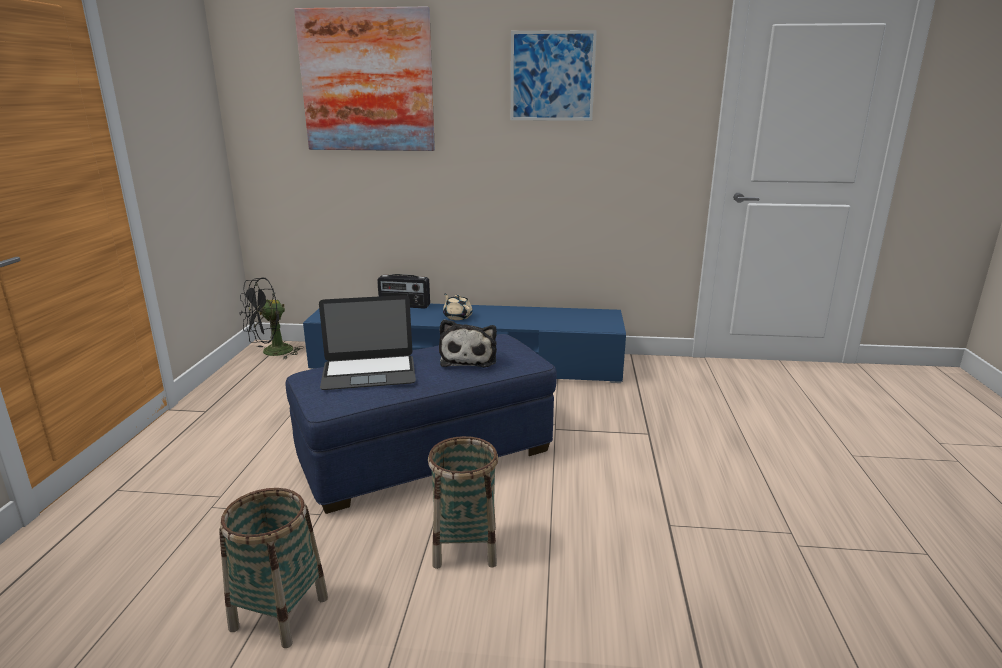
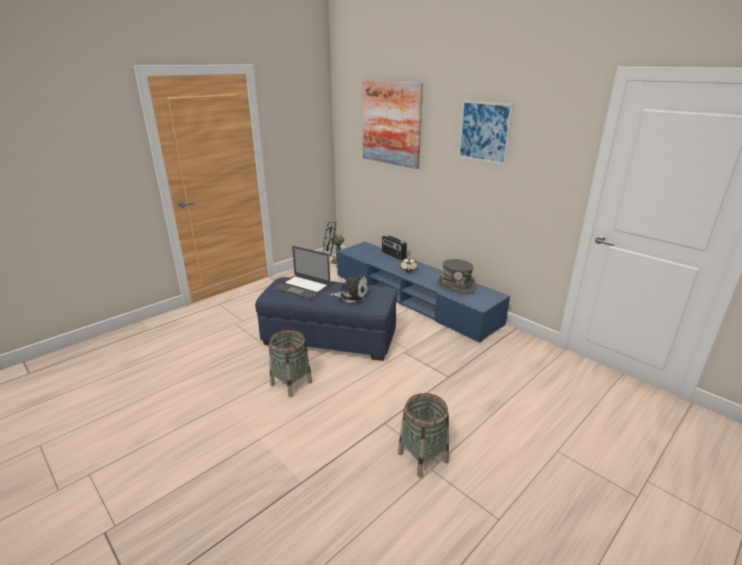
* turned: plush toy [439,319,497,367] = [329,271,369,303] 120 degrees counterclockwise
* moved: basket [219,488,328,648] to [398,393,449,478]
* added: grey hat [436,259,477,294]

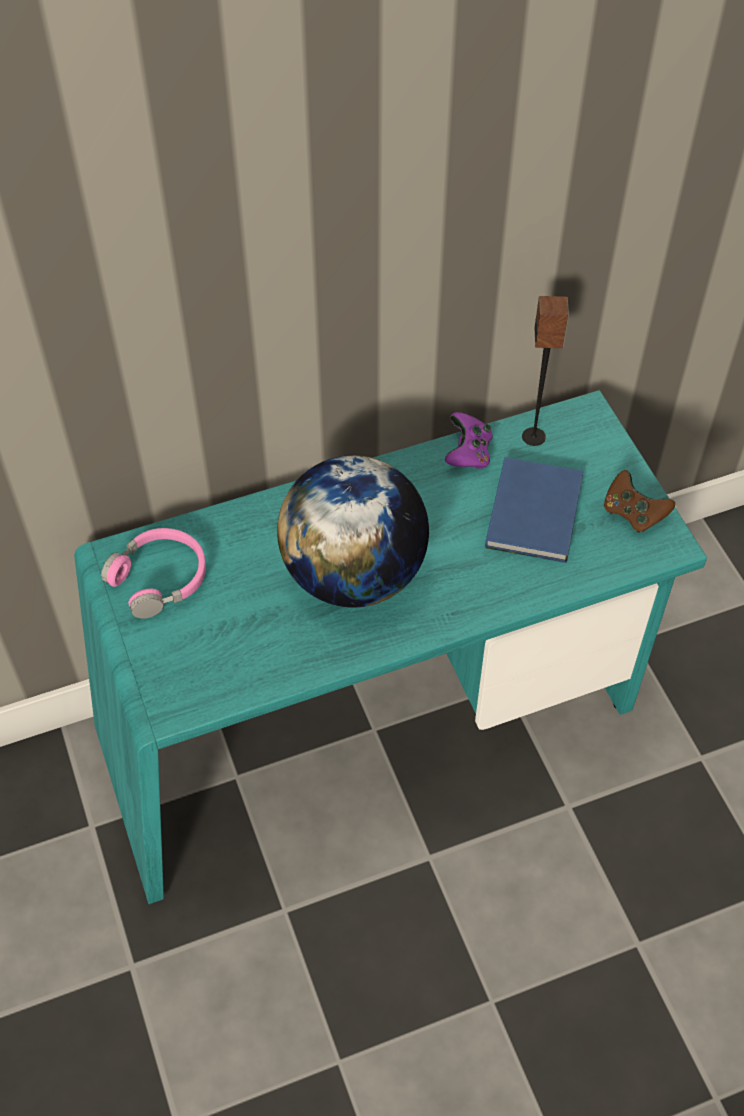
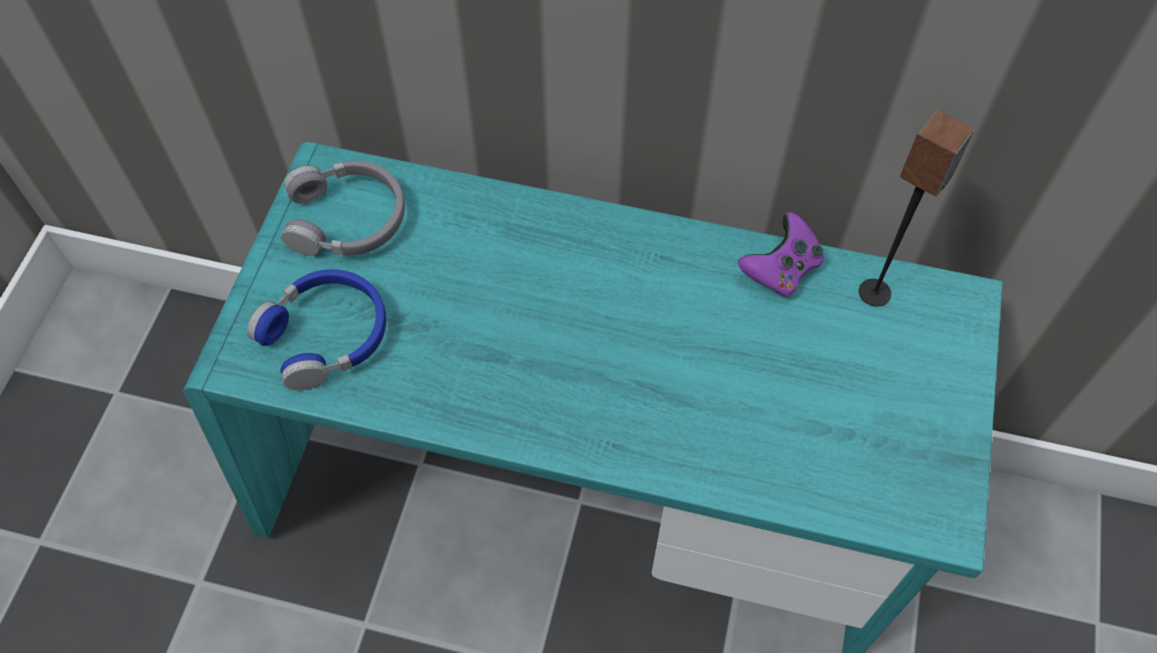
* added: blue headphones [247,269,386,390]
* recoloured: pink headphones [101,528,206,619] to grey headphones [281,161,405,256]
* removed: globe [277,455,429,608]
* removed: blue book [485,457,583,563]
* removed: brown game controller [604,470,675,533]

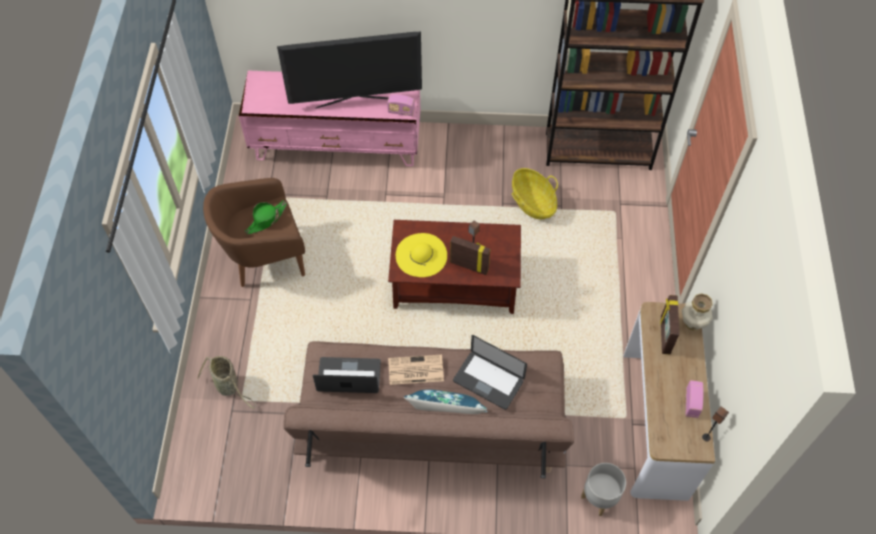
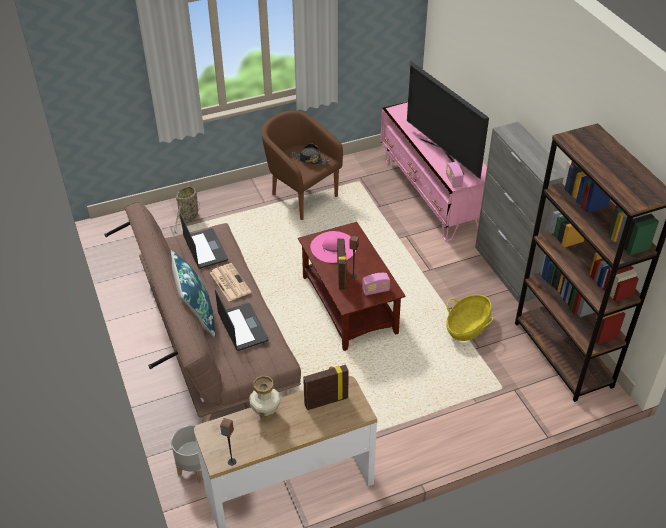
* turned: laptop [453,335,527,410] = [215,289,269,351] 150 degrees clockwise
* moved: vase [682,293,713,331] to [249,376,280,419]
* recoloured: green hat [245,200,287,234] to black hat [290,144,331,165]
* recoloured: yellow hat [396,233,447,277] to pink hat [310,231,356,263]
* moved: radio [686,380,703,418] to [362,273,390,296]
* added: grey cabinet [475,122,565,303]

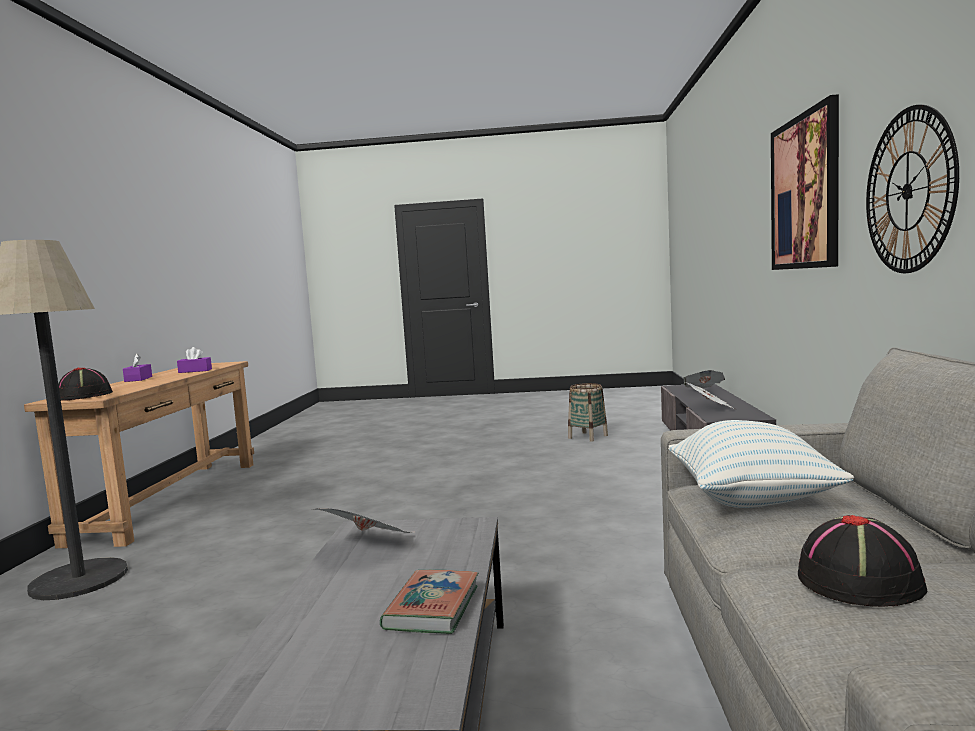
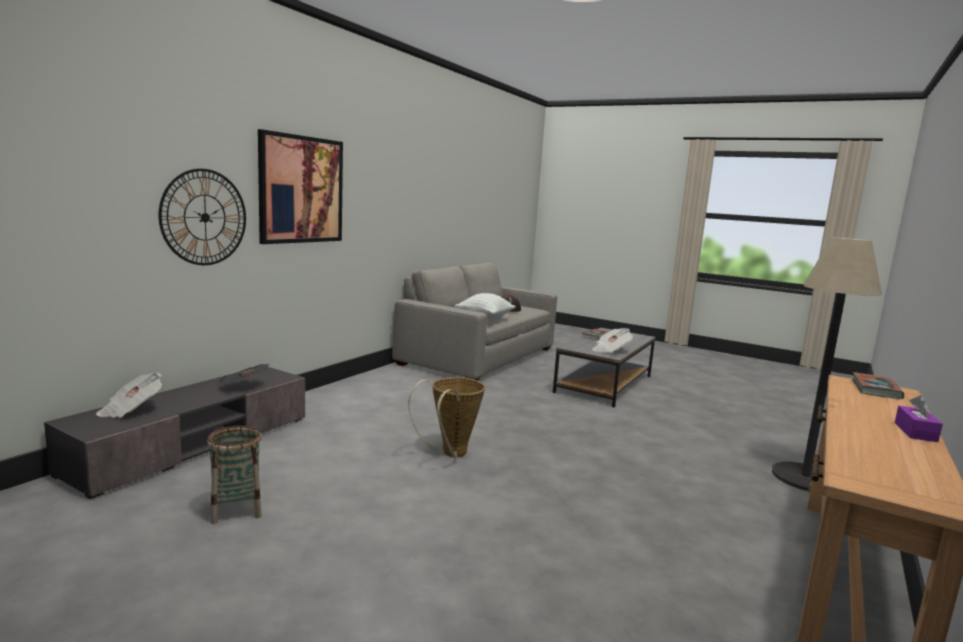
* moved: wall clock [866,105,959,273] to [159,169,246,265]
* added: basket [408,377,485,458]
* replaced: black hat [58,368,113,401] to book [852,372,904,399]
* removed: purple tissue box [177,347,212,373]

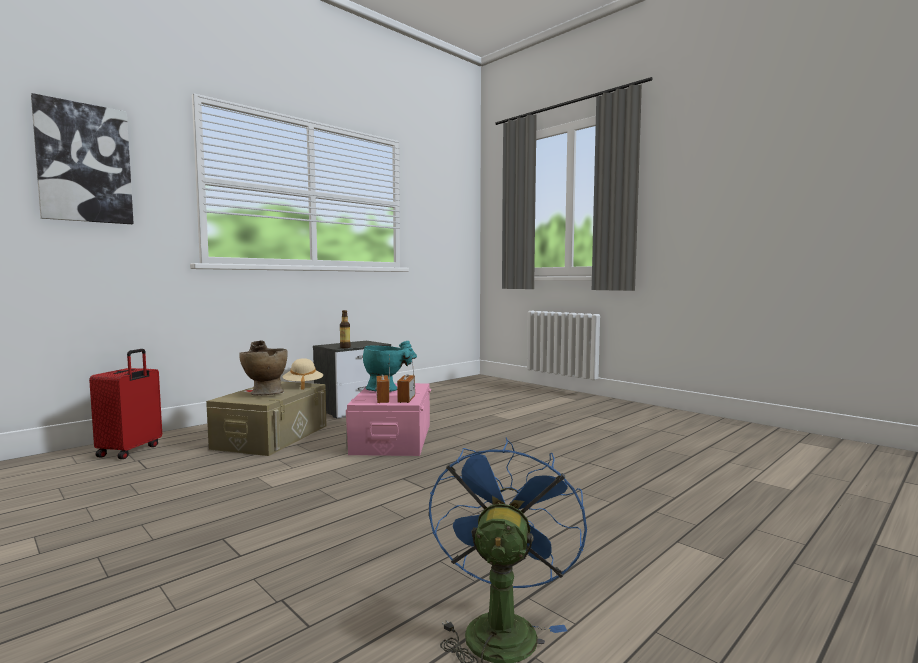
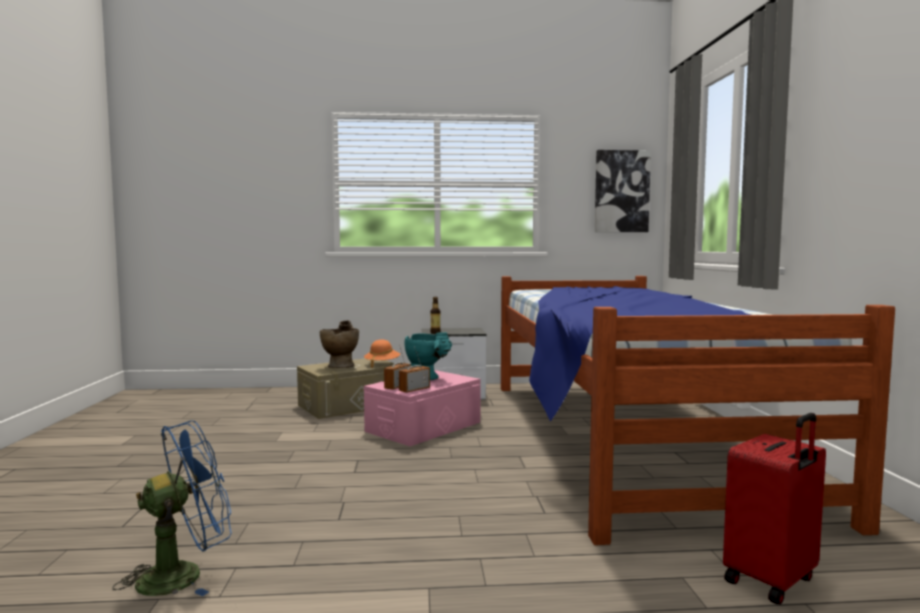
* recoloured: beige hat [283,358,323,390] to orange hat [364,340,400,368]
* added: bed [501,276,895,545]
* moved: picture [31,93,134,224] to [595,150,651,232]
* moved: red suitcase [89,349,162,459] to [723,413,826,605]

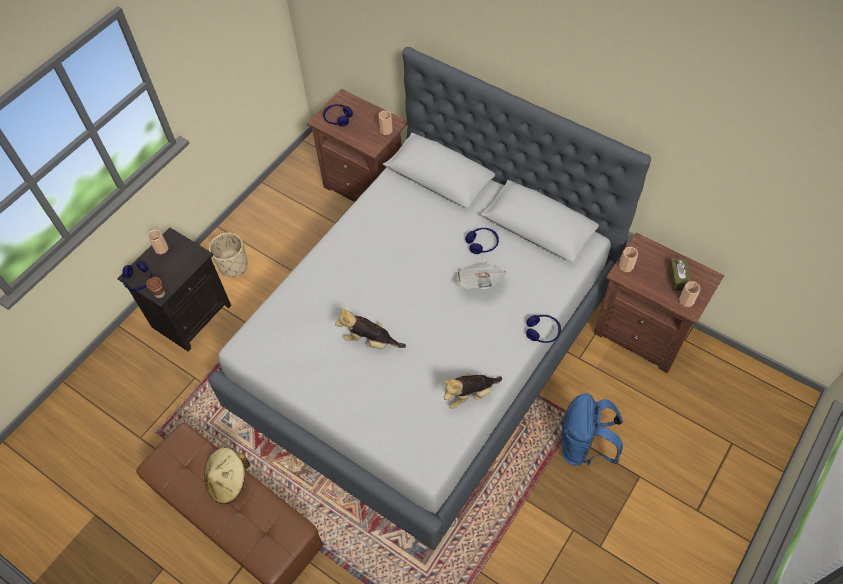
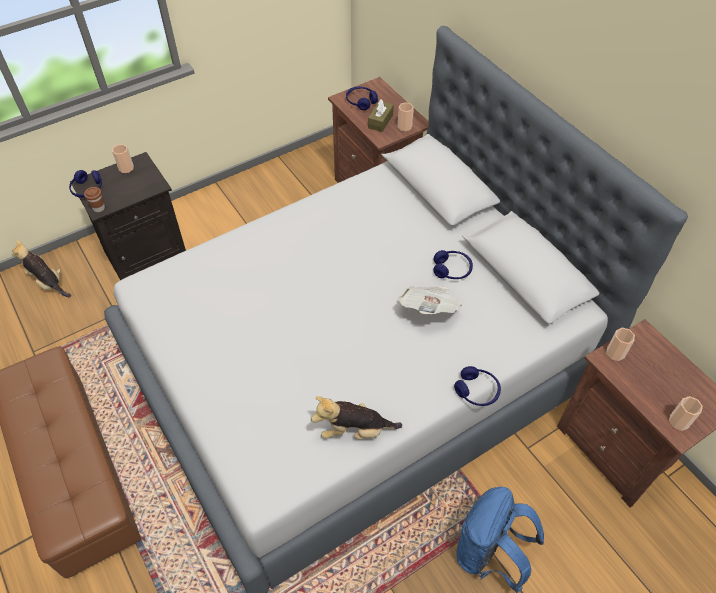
* moved: plush toy [335,308,406,349] to [12,240,71,297]
* moved: brown tissue box [668,258,692,291] to [368,99,394,132]
* removed: beige hat [204,447,250,504]
* removed: beige planter [209,233,248,277]

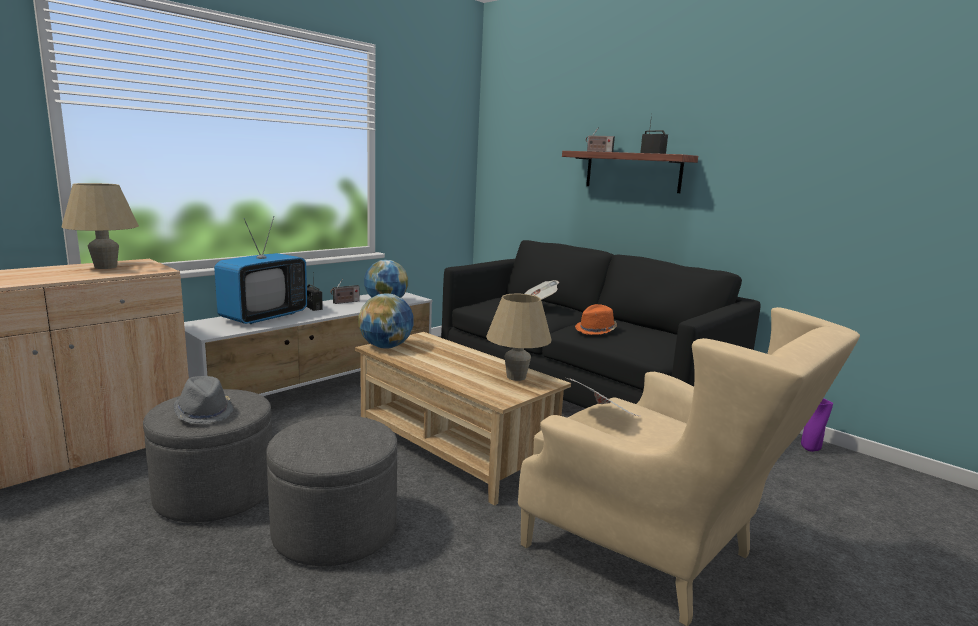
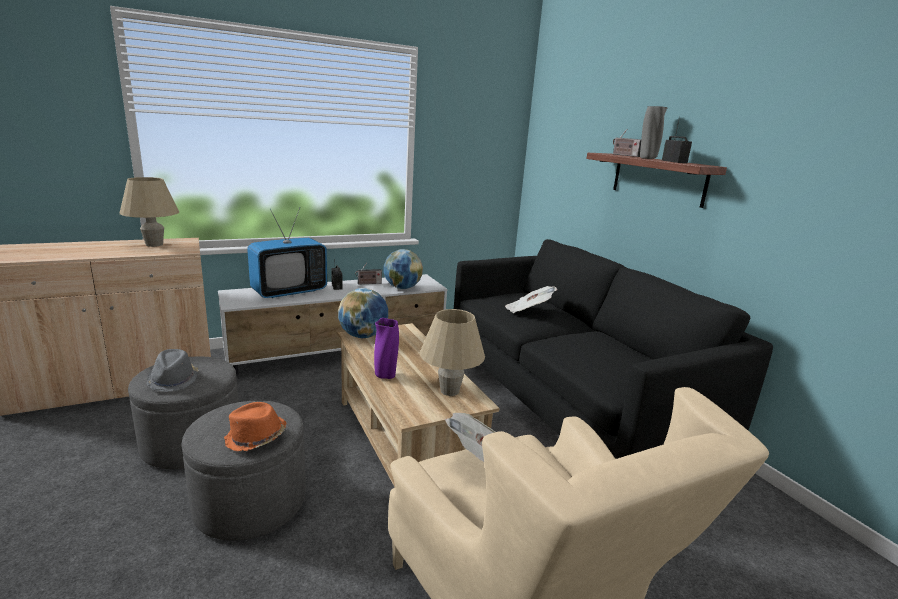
* moved: orange hat [575,304,617,335] to [224,402,287,451]
* moved: purple vase [801,398,833,452] to [374,318,399,379]
* added: grey vase [640,106,668,159]

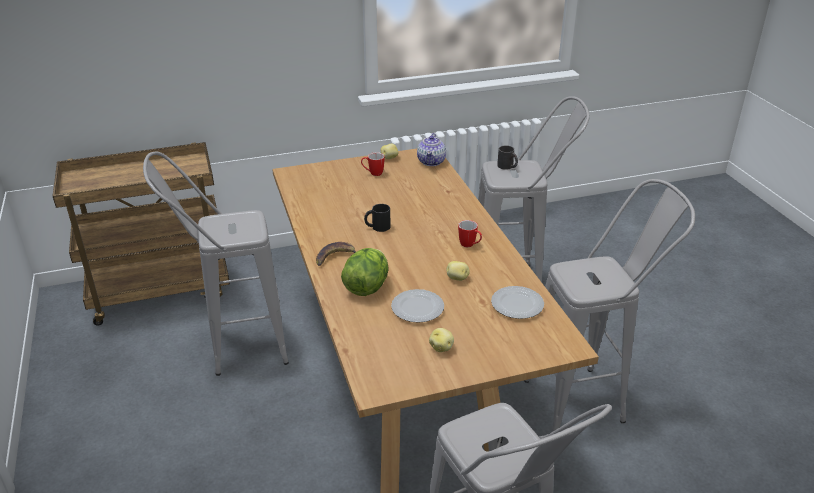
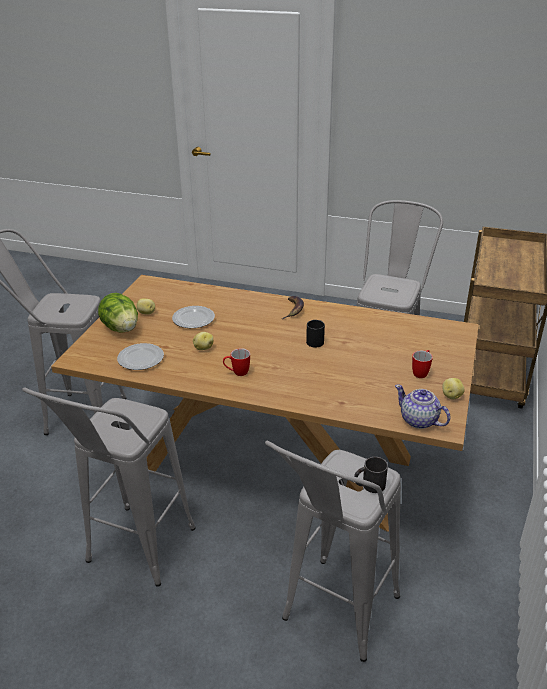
* moved: lettuce [341,248,389,296] to [98,293,138,333]

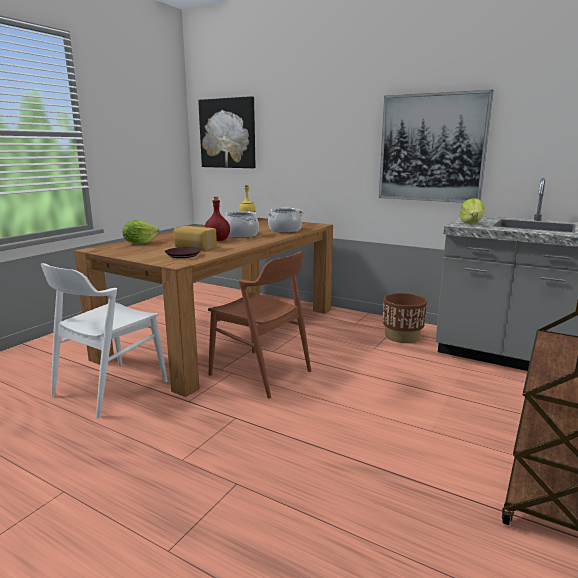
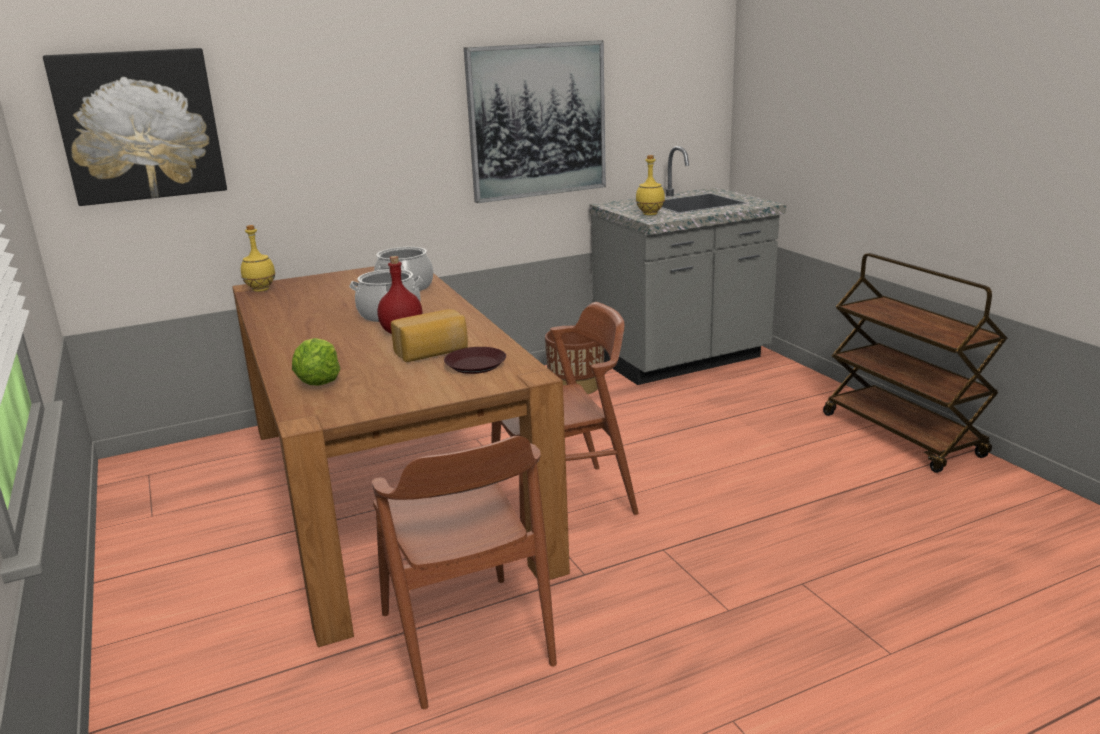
* recoloured: white chair [41,263,168,419] to brown chair [372,436,557,709]
* replaced: lettuce [460,198,485,223] to yellow bottle [636,155,665,215]

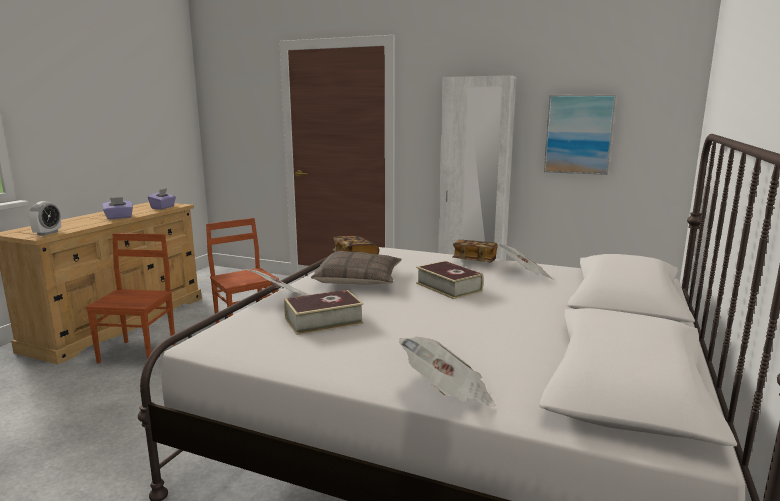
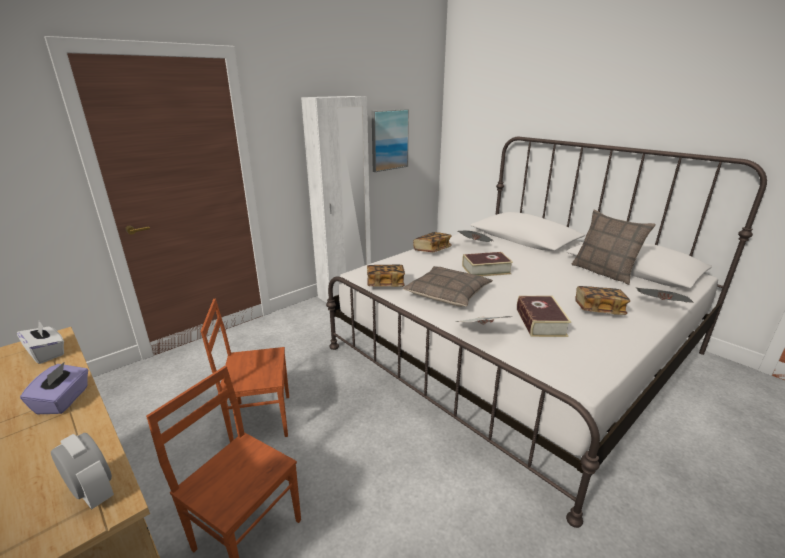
* recoloured: purple tissue box [148,188,176,209] to white tissue box [17,321,64,364]
* added: pillow [572,209,656,285]
* added: book [575,286,630,315]

